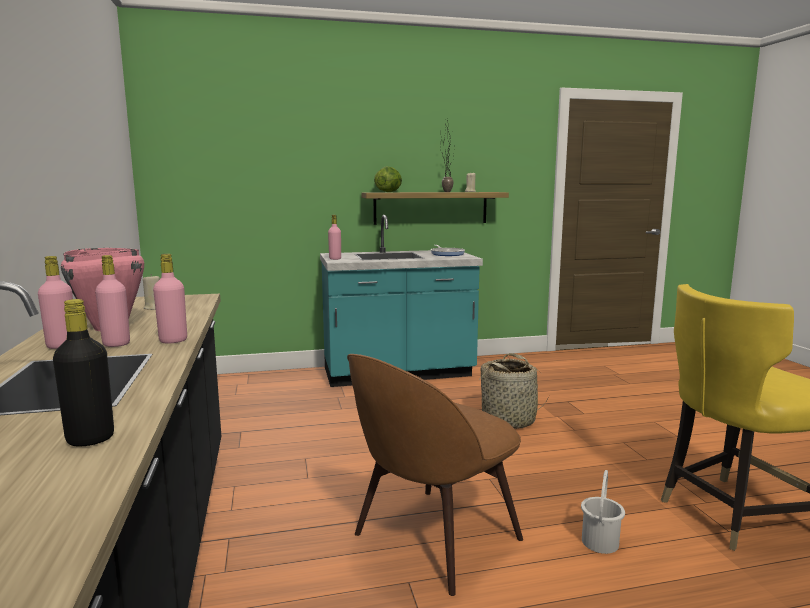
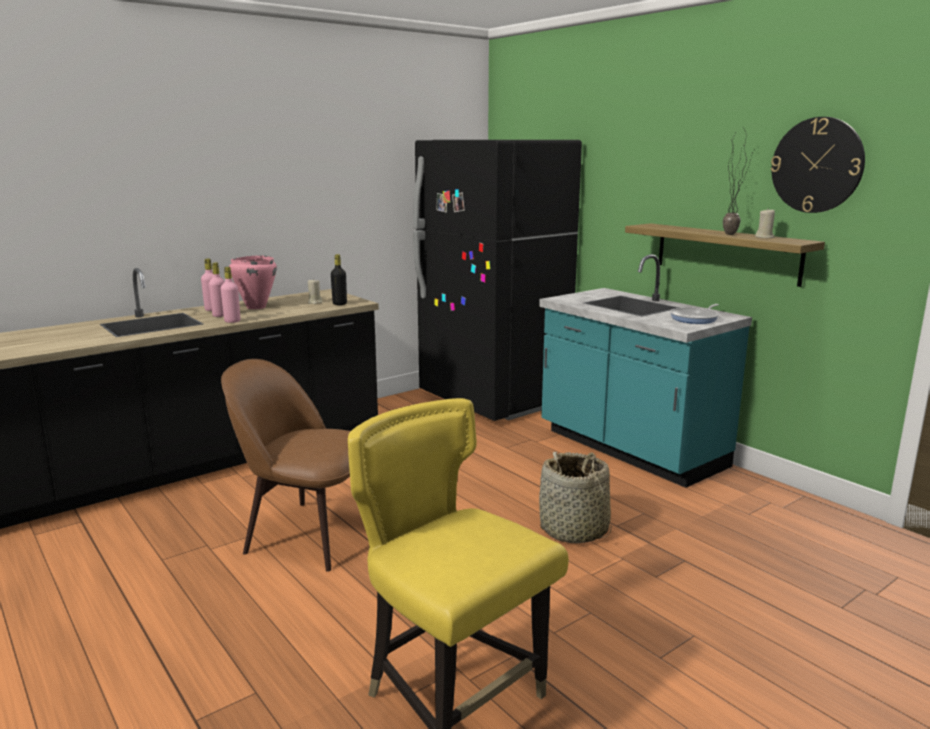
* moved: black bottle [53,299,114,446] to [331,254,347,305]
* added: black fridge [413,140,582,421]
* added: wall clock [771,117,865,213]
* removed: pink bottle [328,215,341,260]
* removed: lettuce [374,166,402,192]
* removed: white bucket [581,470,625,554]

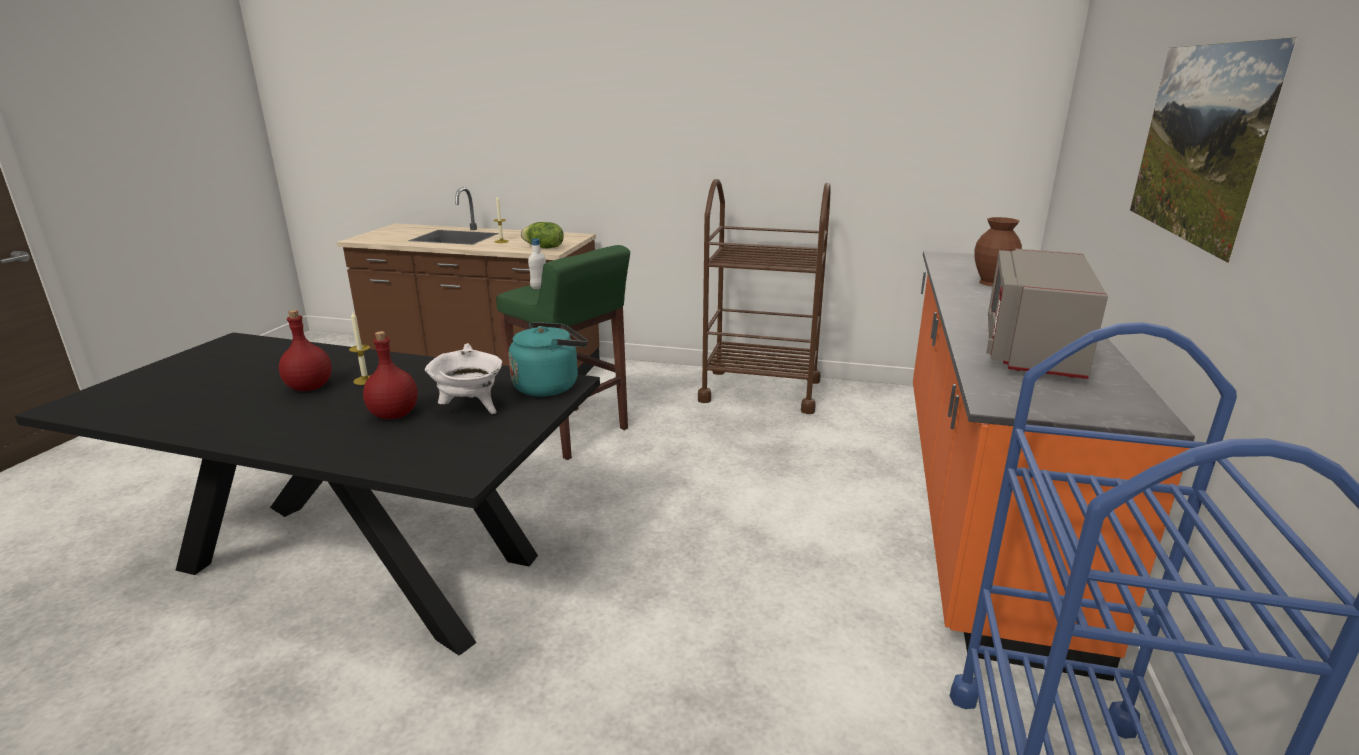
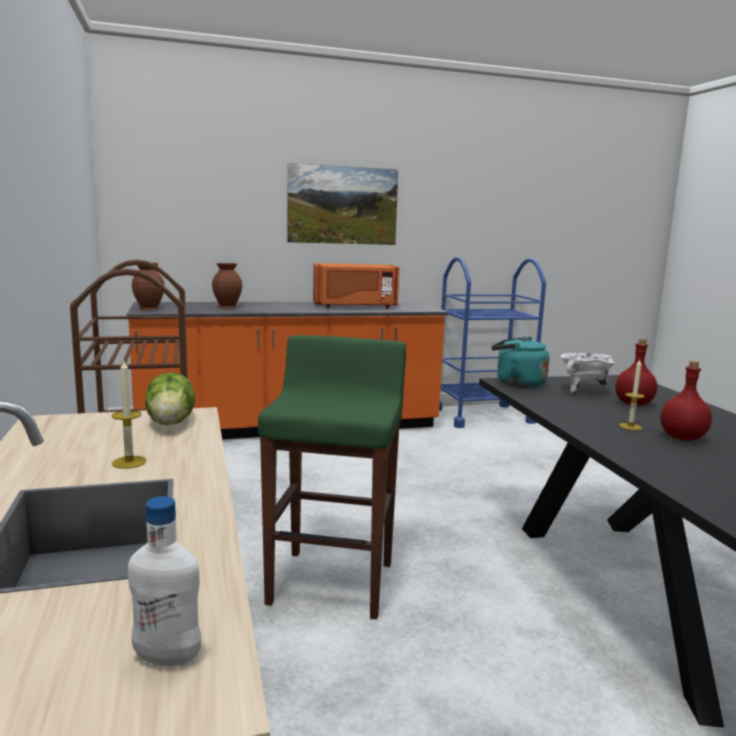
* moved: white bottle [528,239,546,289] to [128,496,201,666]
* added: brown vase [132,262,165,310]
* recoloured: grey microwave [986,249,1108,379] to orange microwave [313,263,399,308]

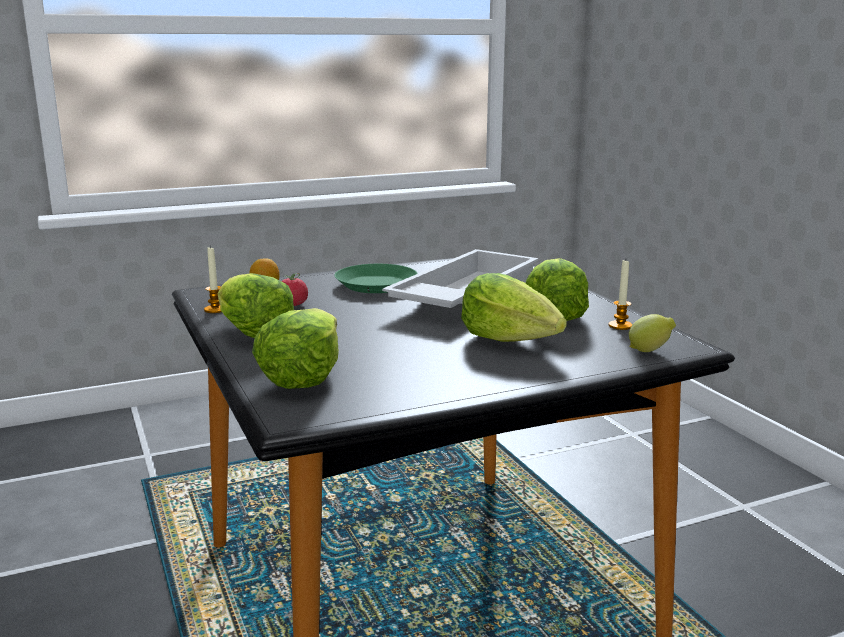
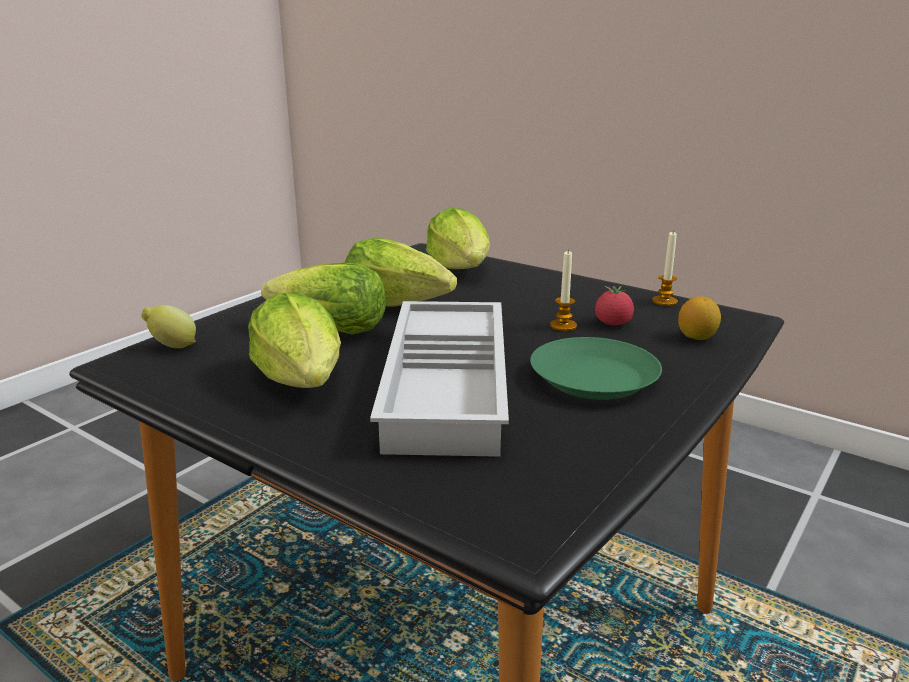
* moved: lettuce [218,273,294,338] to [345,238,457,307]
* moved: candle [609,260,633,330] to [550,250,577,331]

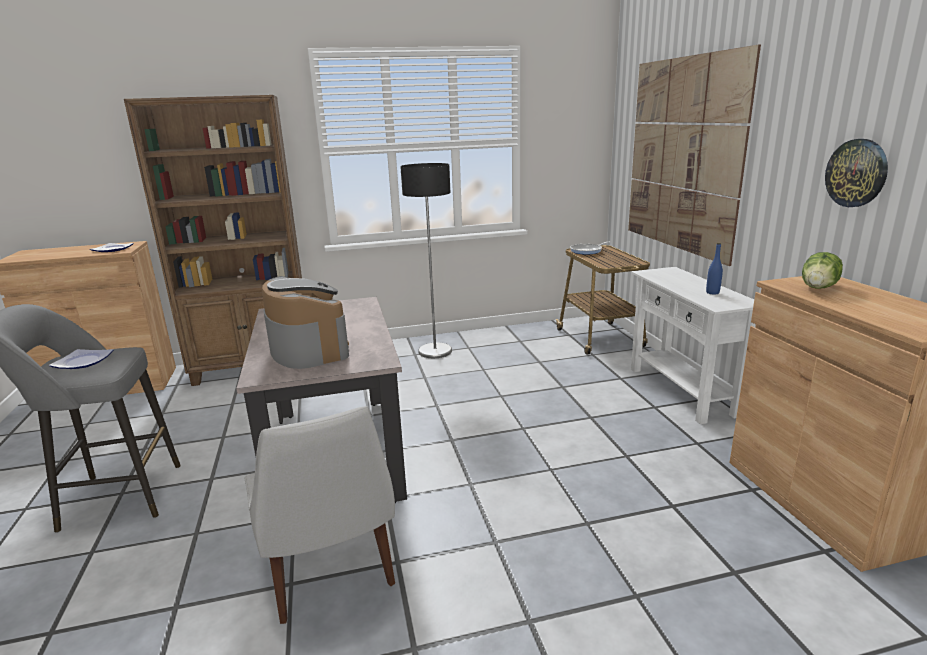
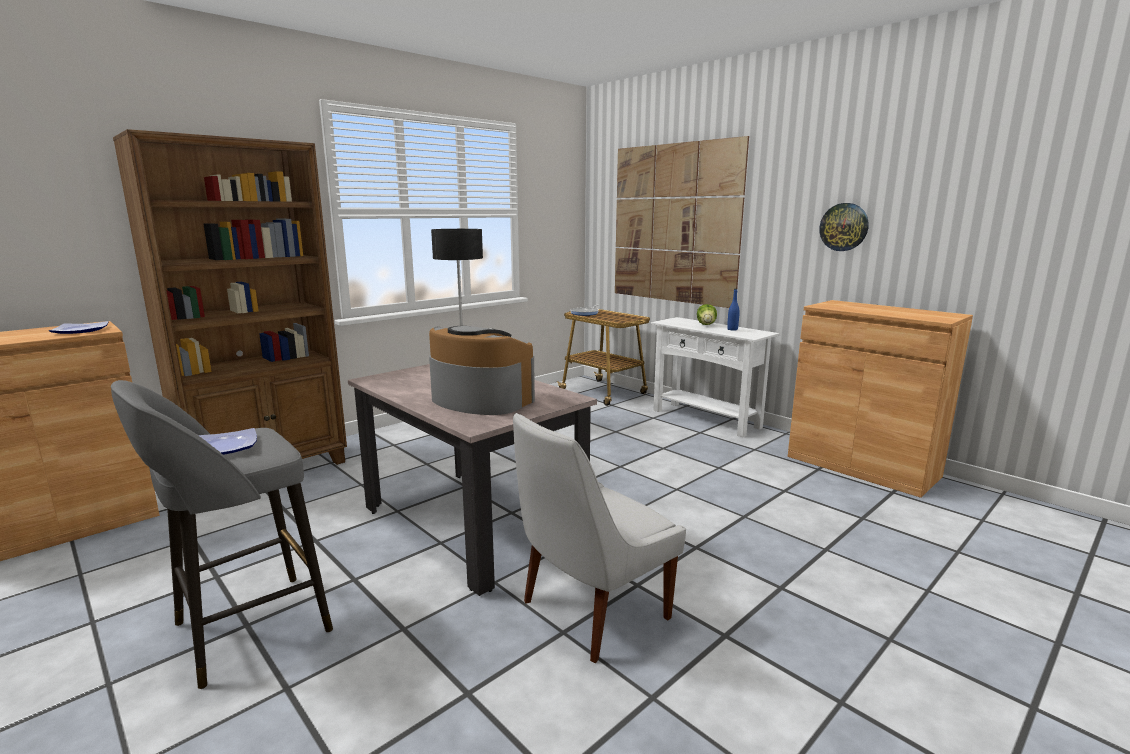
* turned: white chair [245,406,395,624] = [513,413,686,663] 105 degrees clockwise
* moved: lettuce [802,252,843,289] to [697,304,717,325]

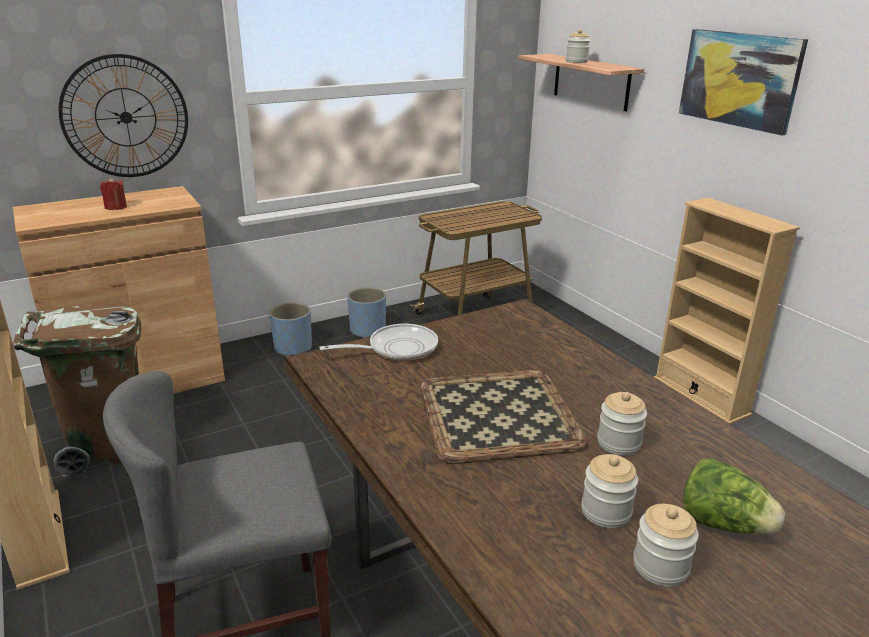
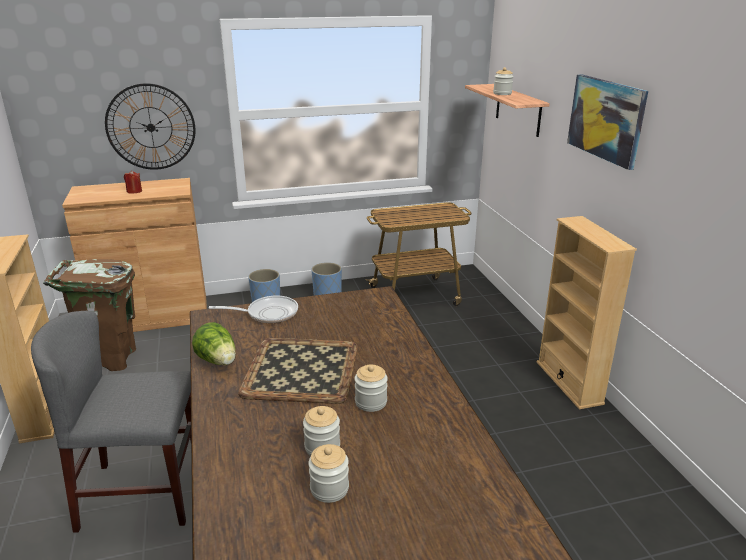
* moved: lettuce [683,458,785,535] to [192,322,236,365]

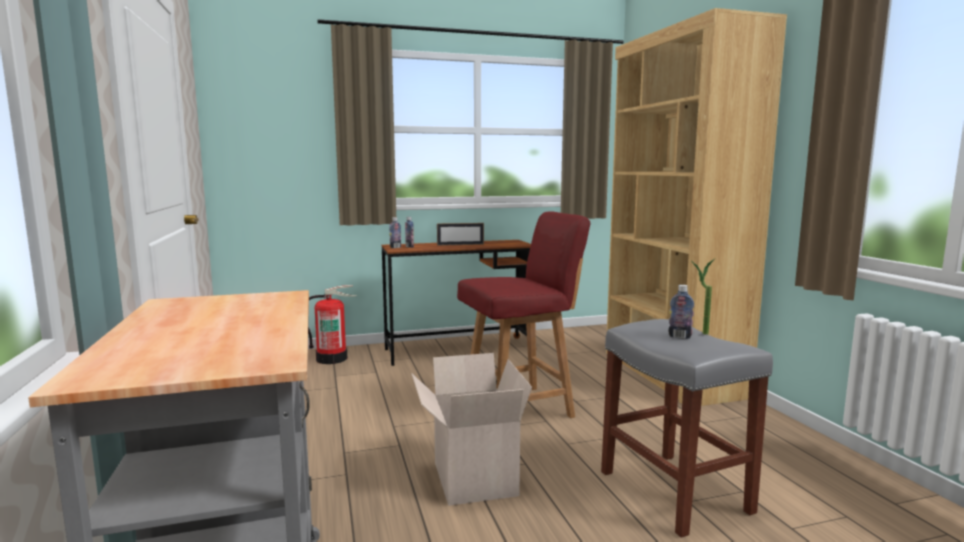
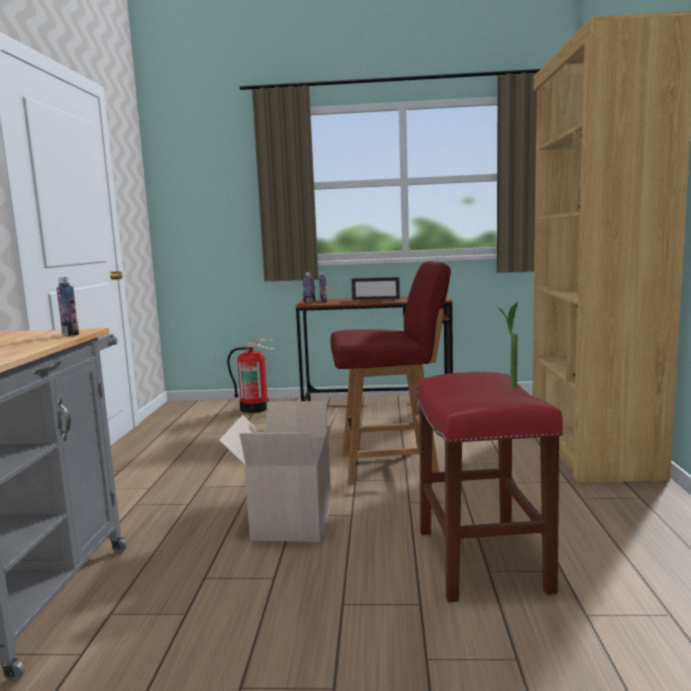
* moved: bottle [668,285,694,339] to [56,277,79,336]
* recoloured: grey stool [601,319,773,538] to red stool [416,372,563,602]

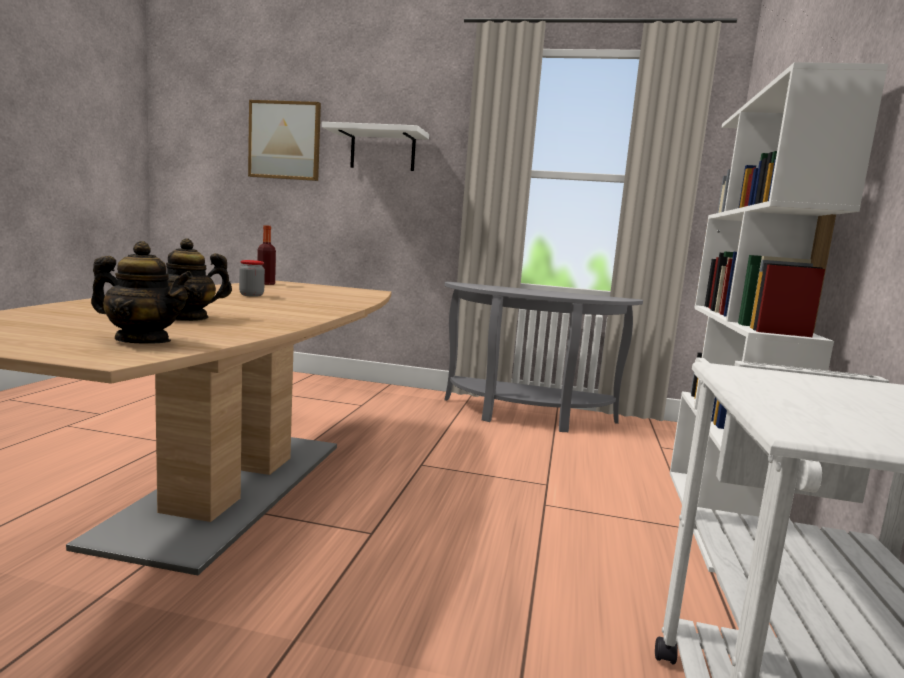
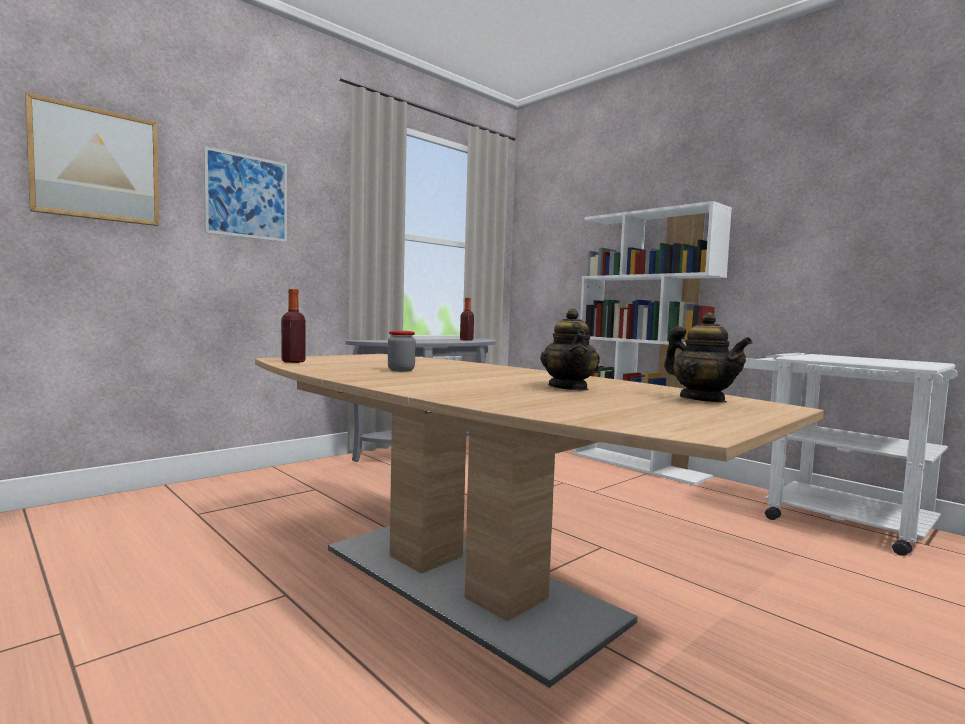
* replaced: white shelf [322,122,429,171] to picture [204,146,287,242]
* added: bottle [460,298,474,341]
* turned: teapot [91,241,193,344] = [664,312,752,403] 105 degrees clockwise

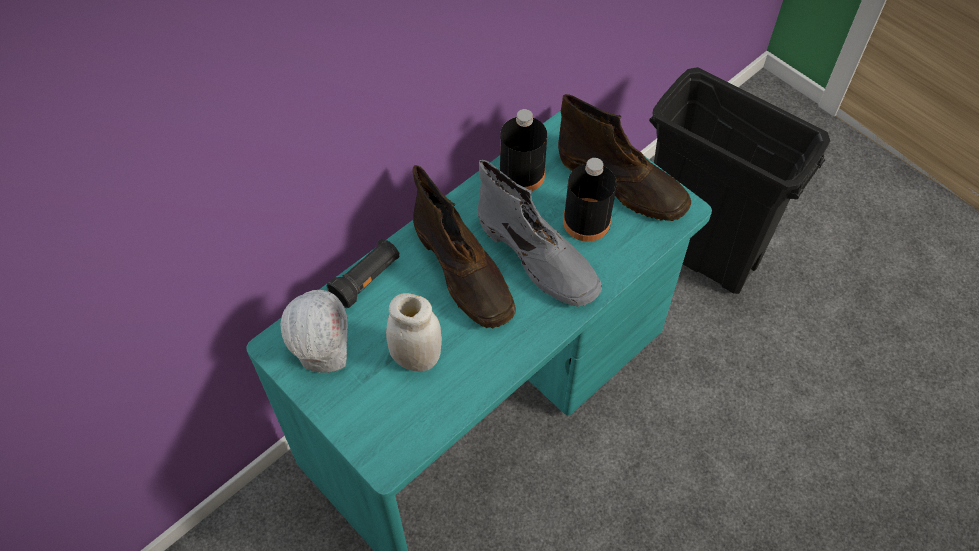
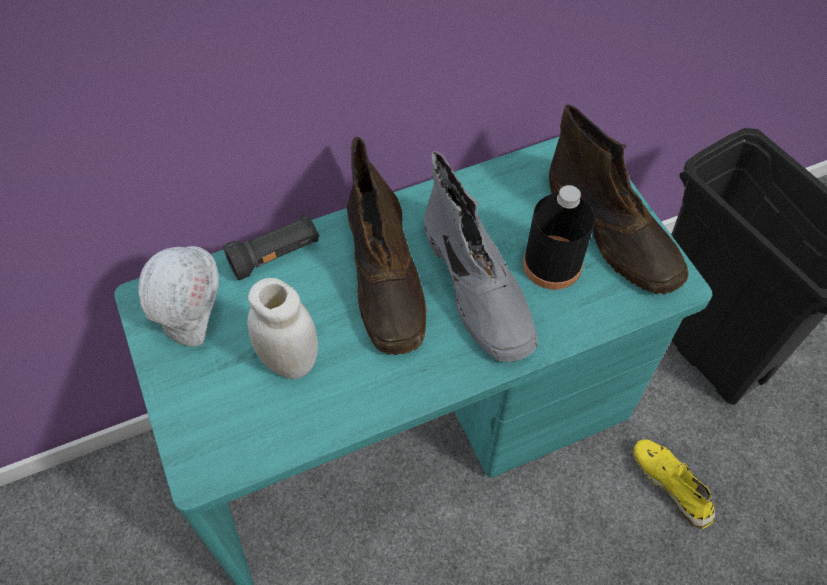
* added: yellow shoe [633,439,716,529]
* removed: black bottle [499,109,547,191]

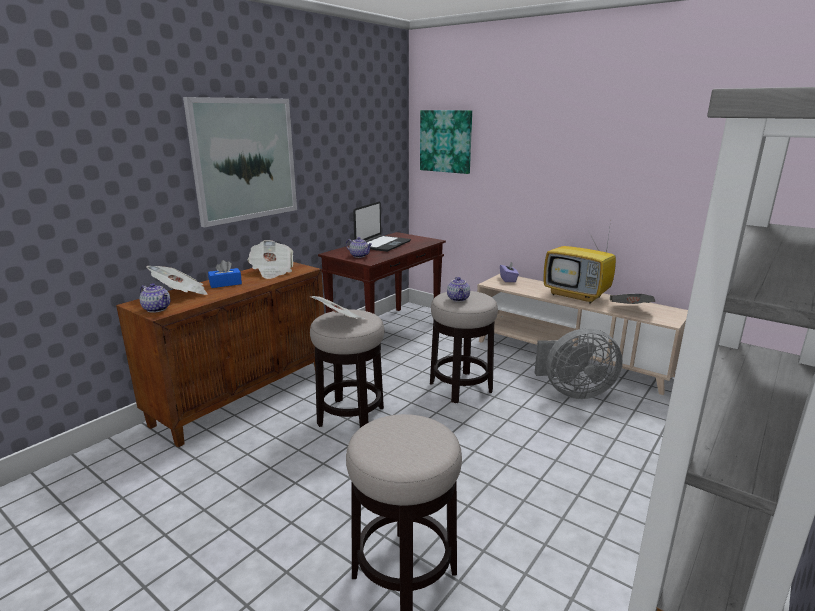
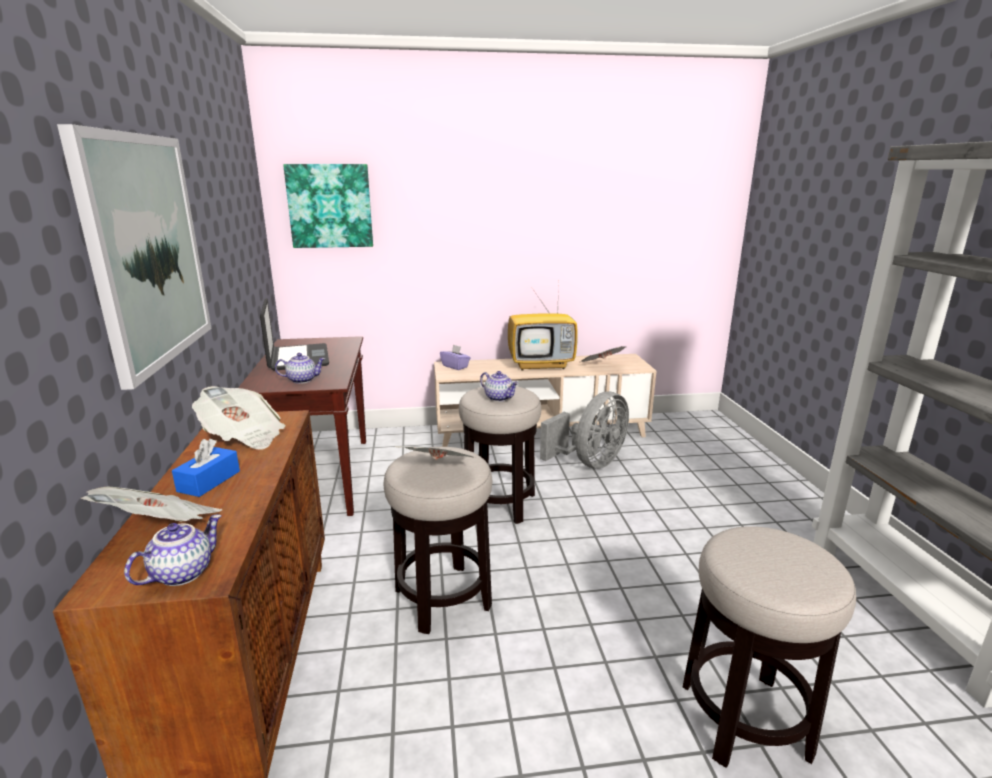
* turned: teapot [140,283,170,313] = [124,515,222,586] 45 degrees counterclockwise

